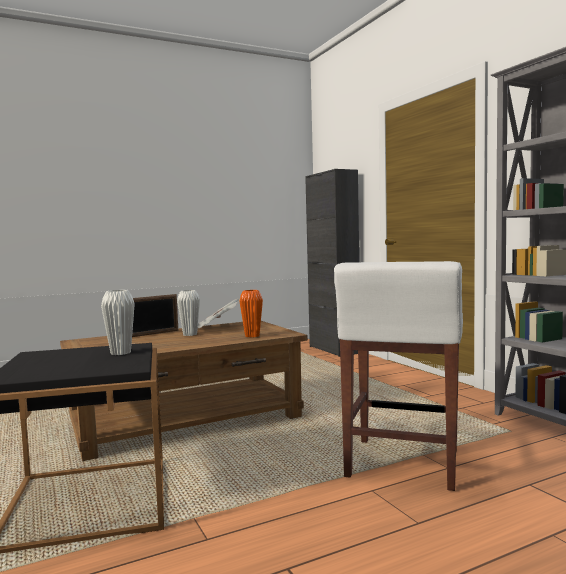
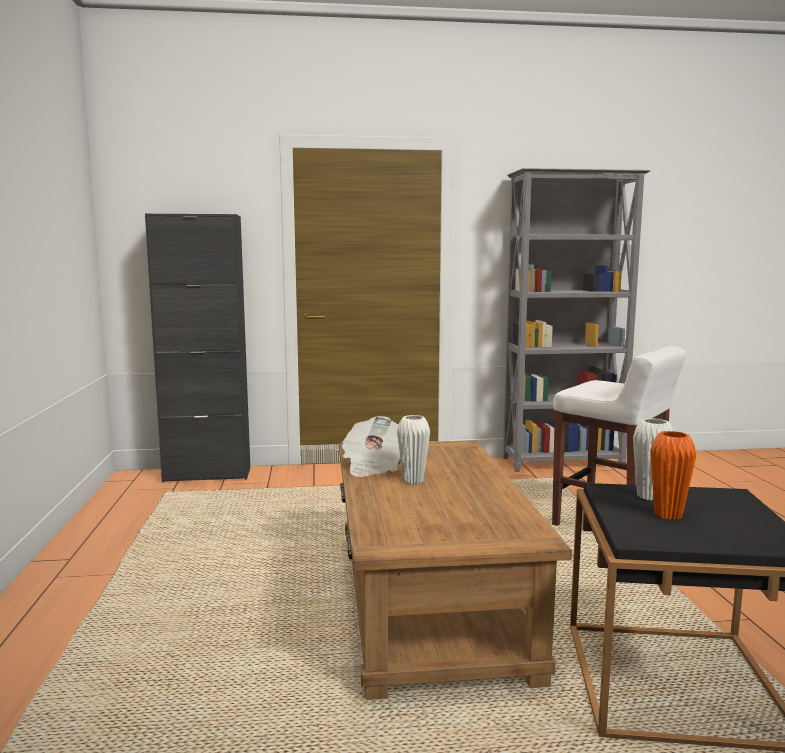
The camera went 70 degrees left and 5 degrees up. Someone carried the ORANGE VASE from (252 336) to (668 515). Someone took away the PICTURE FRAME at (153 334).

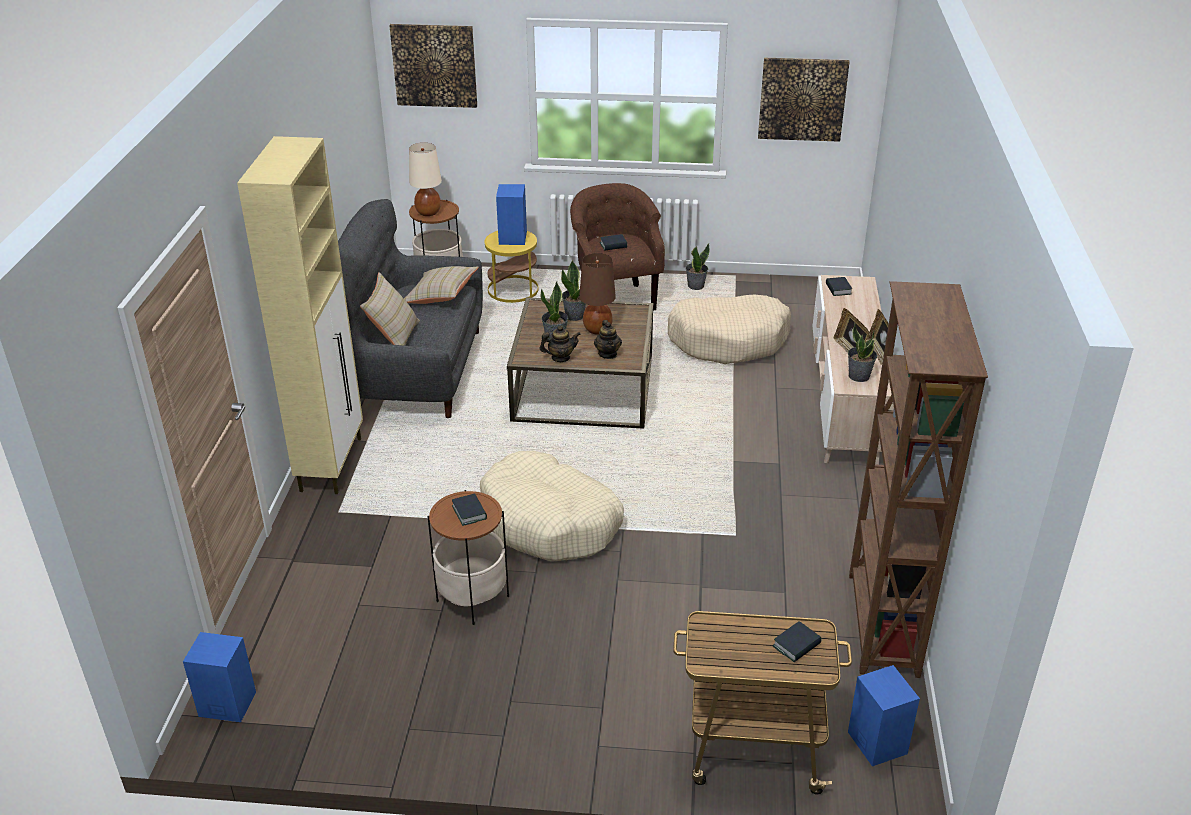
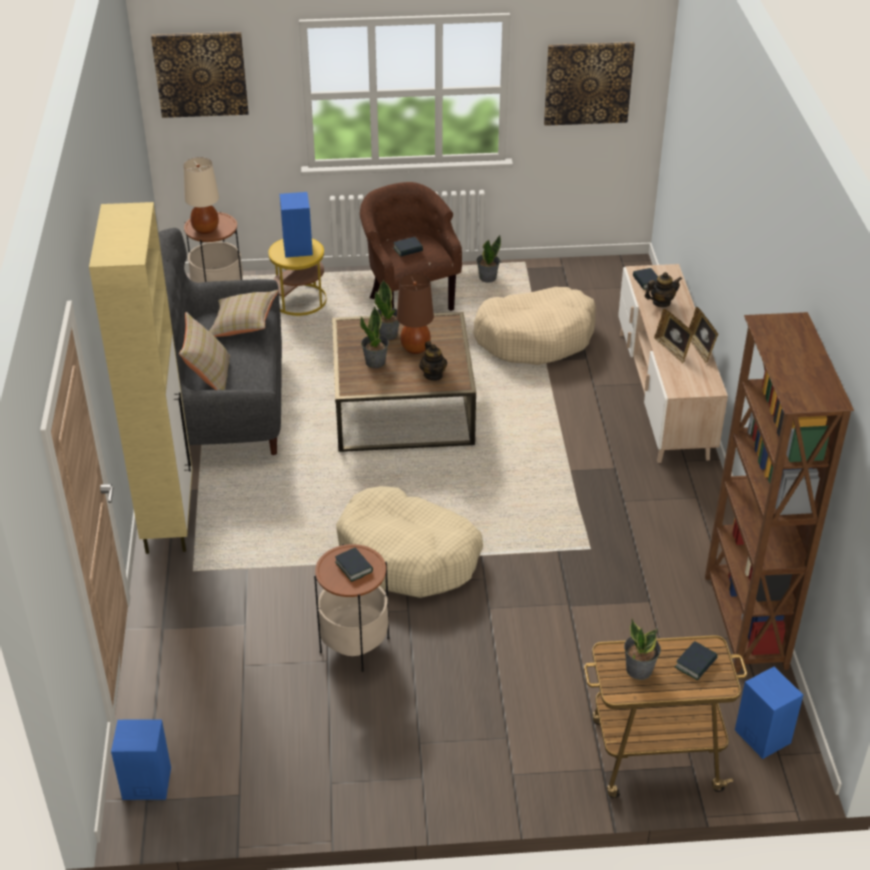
The camera went 10 degrees left and 5 degrees up. Someone carried the POTTED PLANT from (859 376) to (639 669). Someone carried the TEAPOT from (560 358) to (661 302).

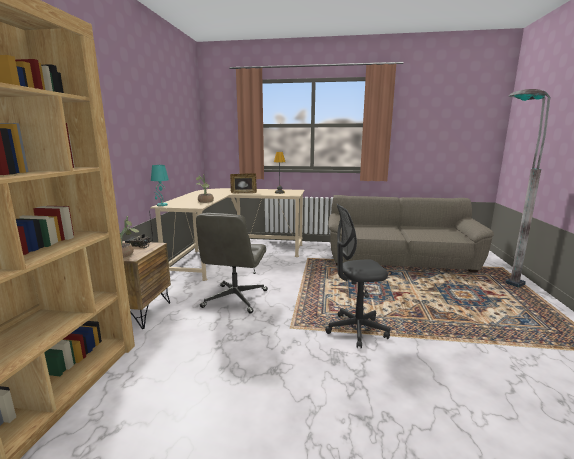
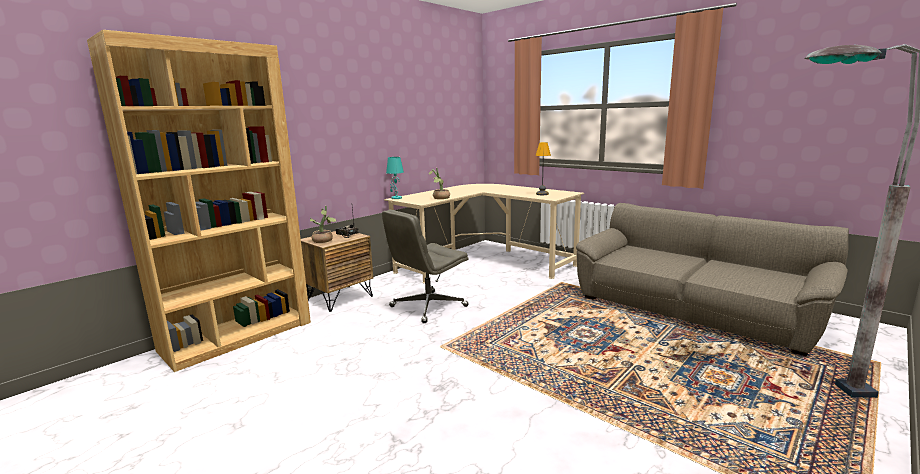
The camera went 35 degrees right and 0 degrees up. Someone took away the PICTURE FRAME at (243 193). Someone took away the GREY OFFICE CHAIR at (356 330).

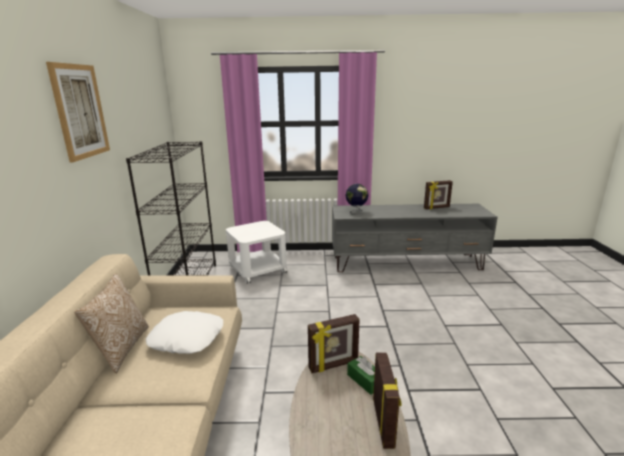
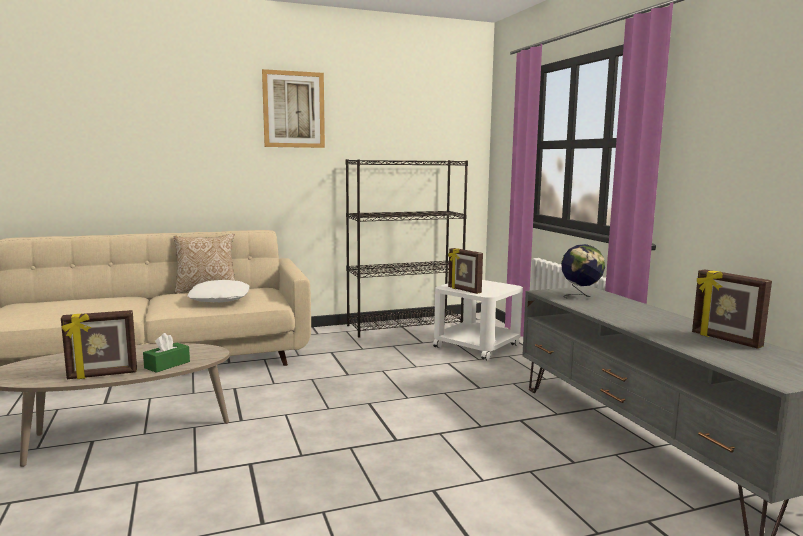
The camera went 70 degrees right and 10 degrees down. Someone carried the PICTURE FRAME from (333 365) to (464 290).

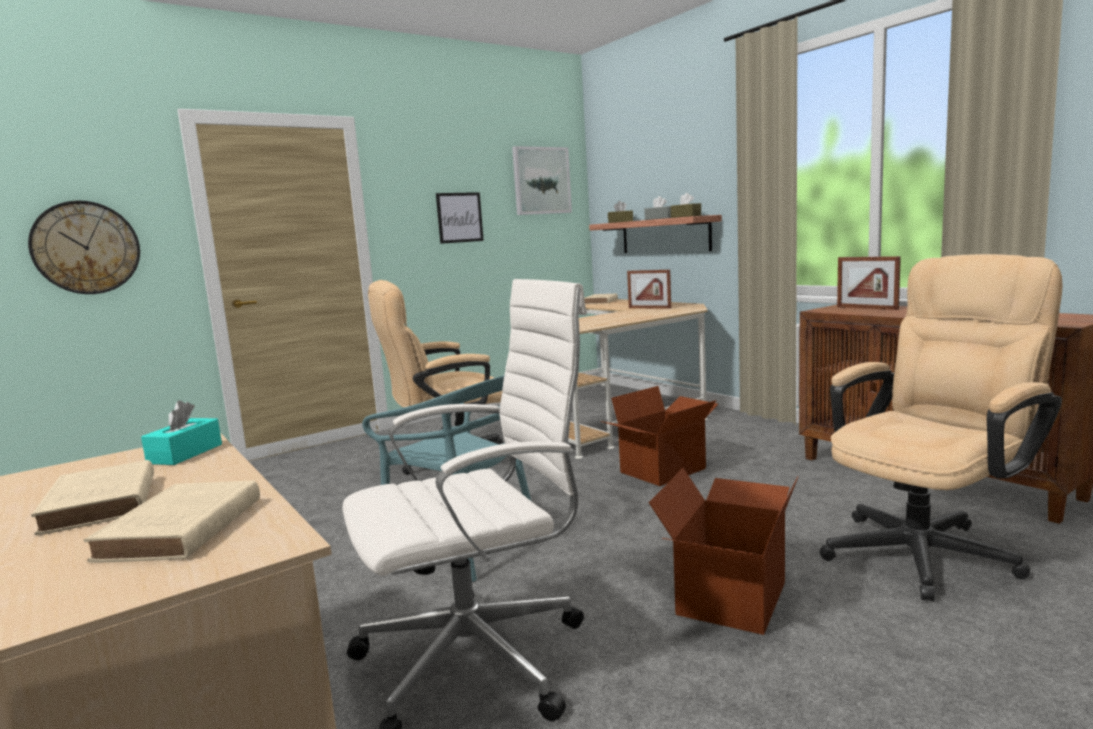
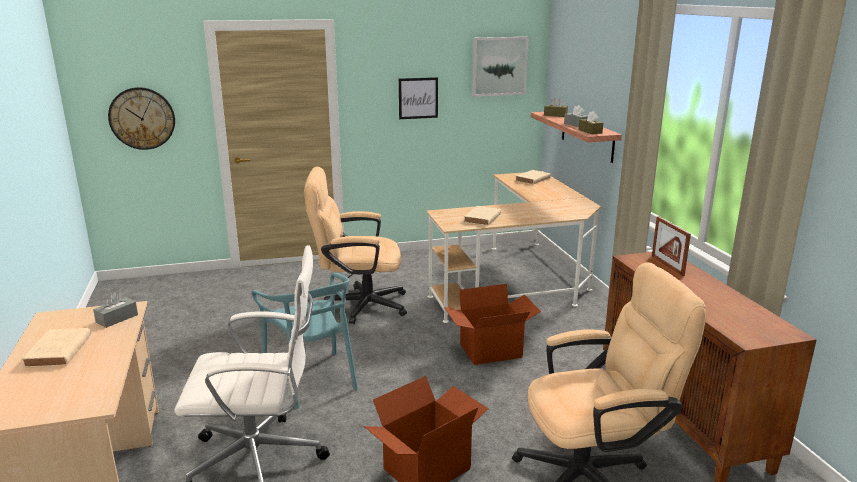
The camera went 20 degrees right and 10 degrees up. Someone repainted the TURQUOISE TISSUE BOX at (185 454), which became the GREY TISSUE BOX at (117 318). Someone carried the BEIGE BOOK from (179 531) to (482 218). Someone took away the PICTURE FRAME at (649 308).

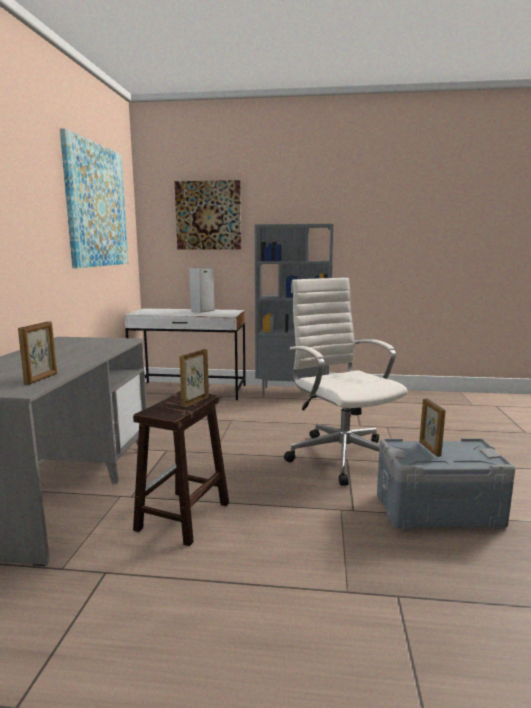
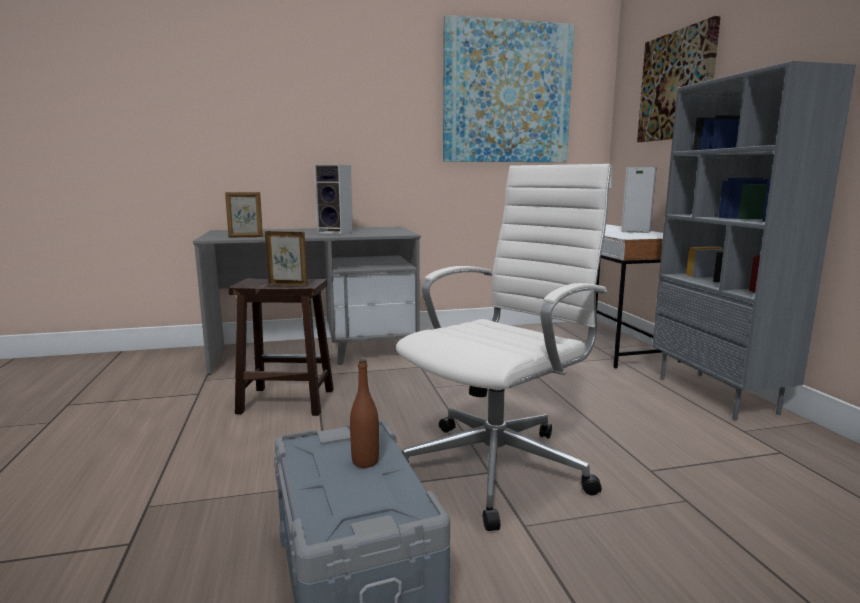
The camera went 70 degrees right and 0 degrees up. Someone put down the SPEAKER at (336 232). Someone swapped the PICTURE FRAME at (429 449) for the BROWN BOTTLE at (365 461).

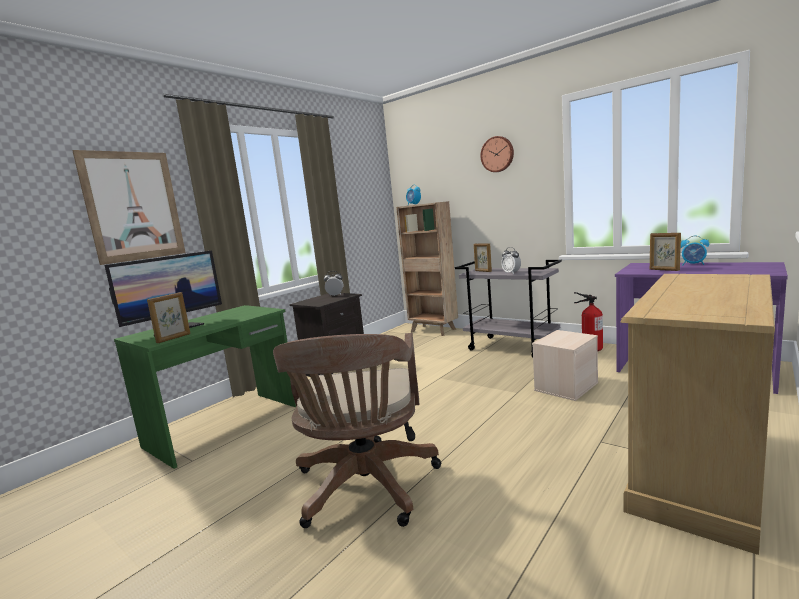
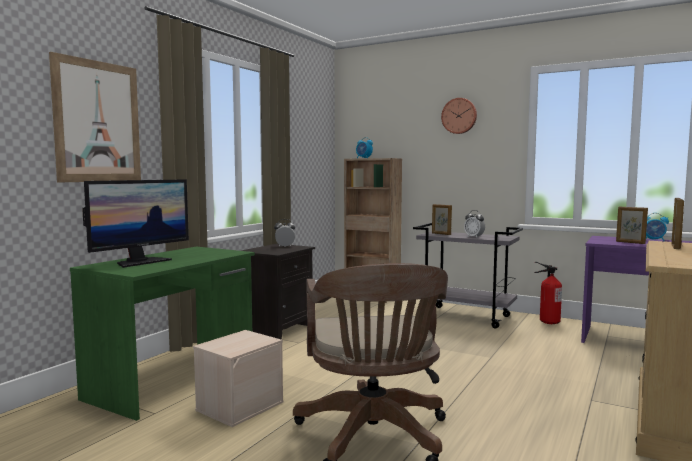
The camera went 10 degrees left and 5 degrees down. Someone carried the BEIGE STORAGE BOX from (566 386) to (240 405). Someone carried the PICTURE FRAME from (174 338) to (675 246).

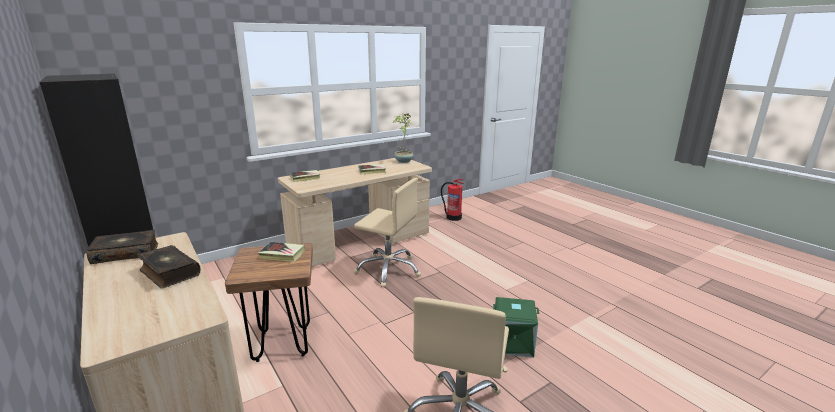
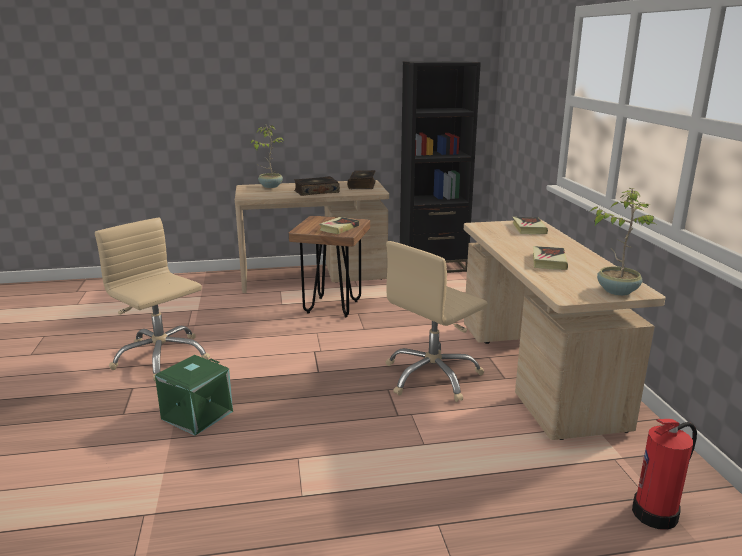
The camera went 115 degrees right and 0 degrees up. Someone put down the POTTED PLANT at (270 186).

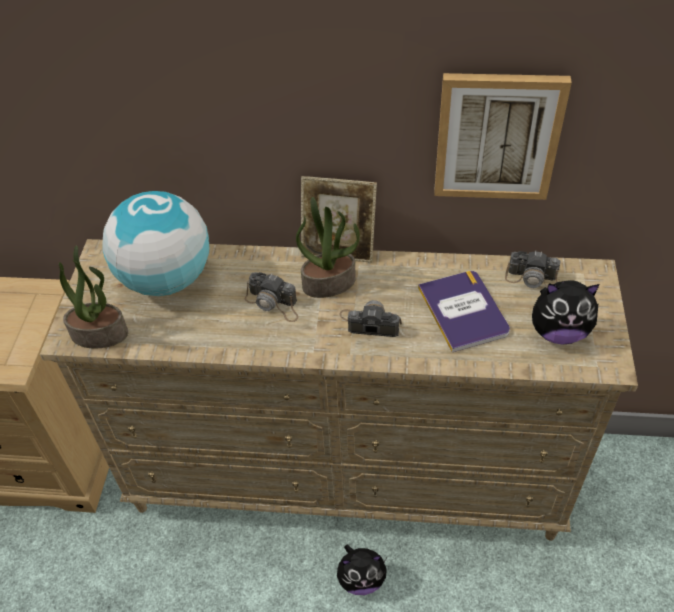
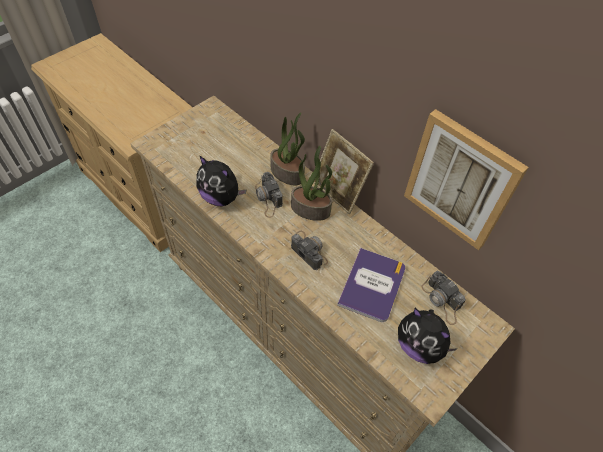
The camera went 35 degrees right and 5 degrees up. Someone carried the PLUSH TOY from (361 578) to (221 197). Someone carried the POTTED PLANT from (100 333) to (288 173). Someone took away the GLOBE at (166 279).

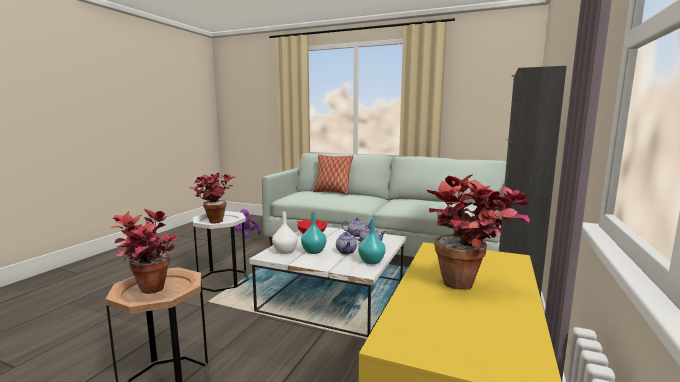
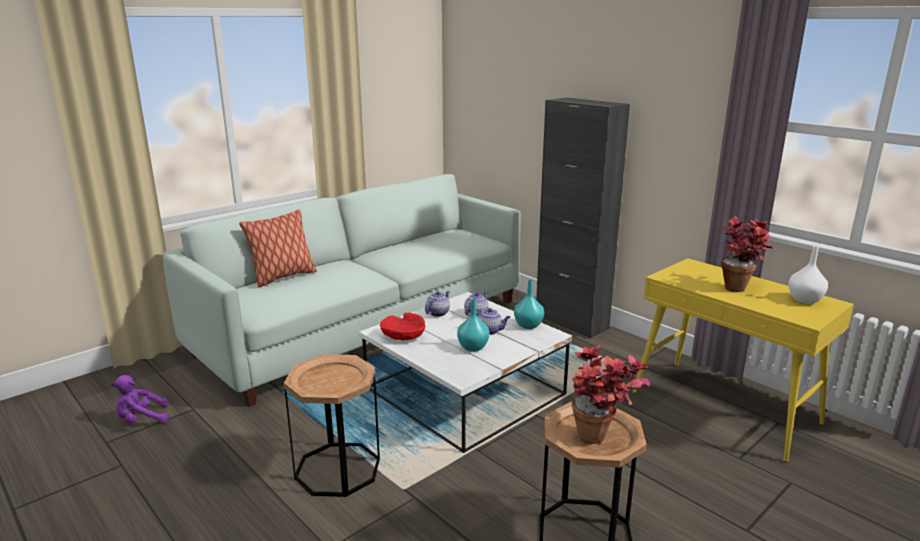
The camera went 65 degrees left and 10 degrees up. Someone repainted the WHITE SIDE TABLE at (223 280), which became the BROWN SIDE TABLE at (338 469). Someone carried the WHITE VASE from (285 251) to (804 300). Someone took away the POTTED PLANT at (213 220).

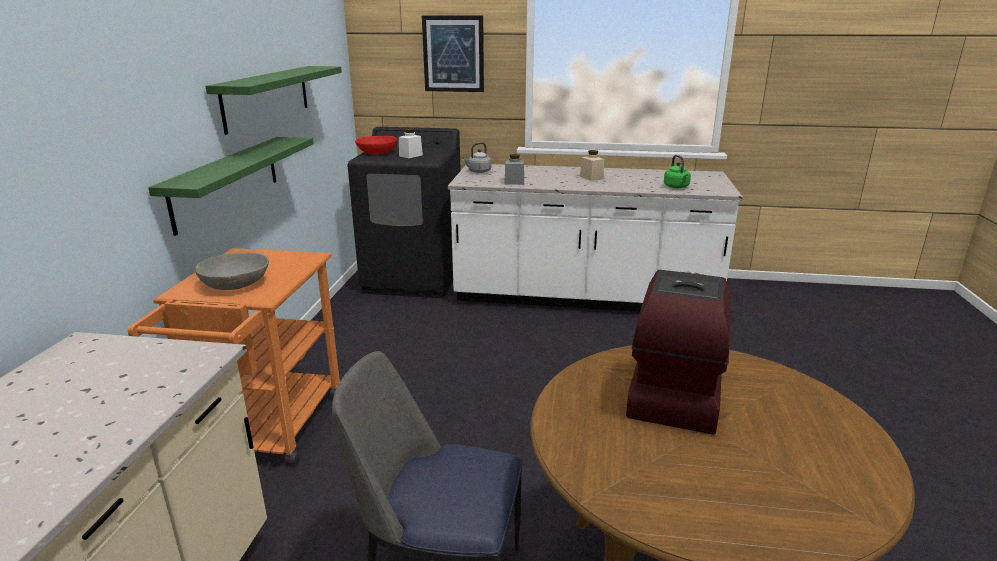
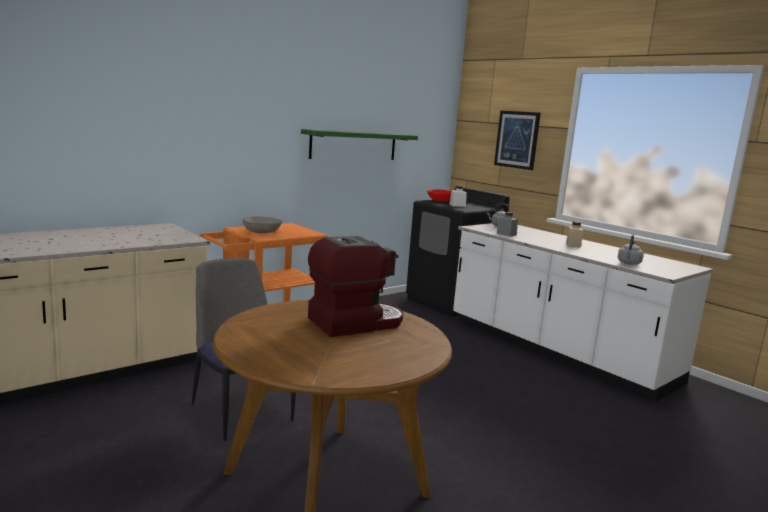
The camera went 40 degrees right and 10 degrees down. Someone repainted the GREEN KETTLE at (677 187), which became the GREY KETTLE at (629 263). Someone took away the GREEN SHELF at (227 181).

